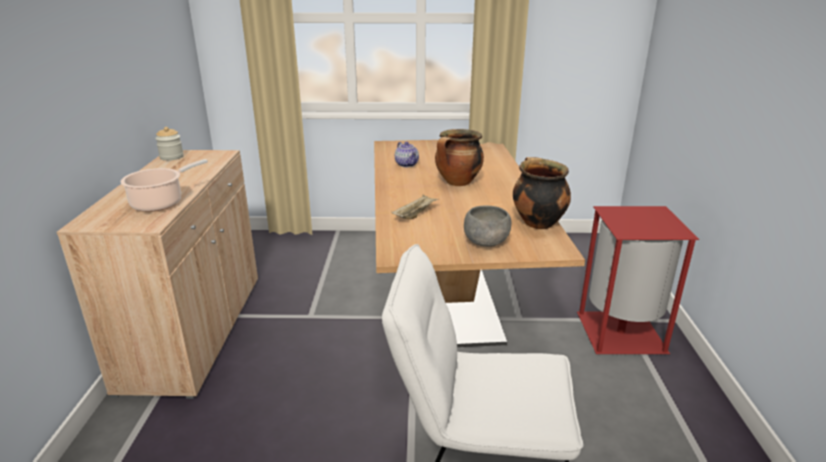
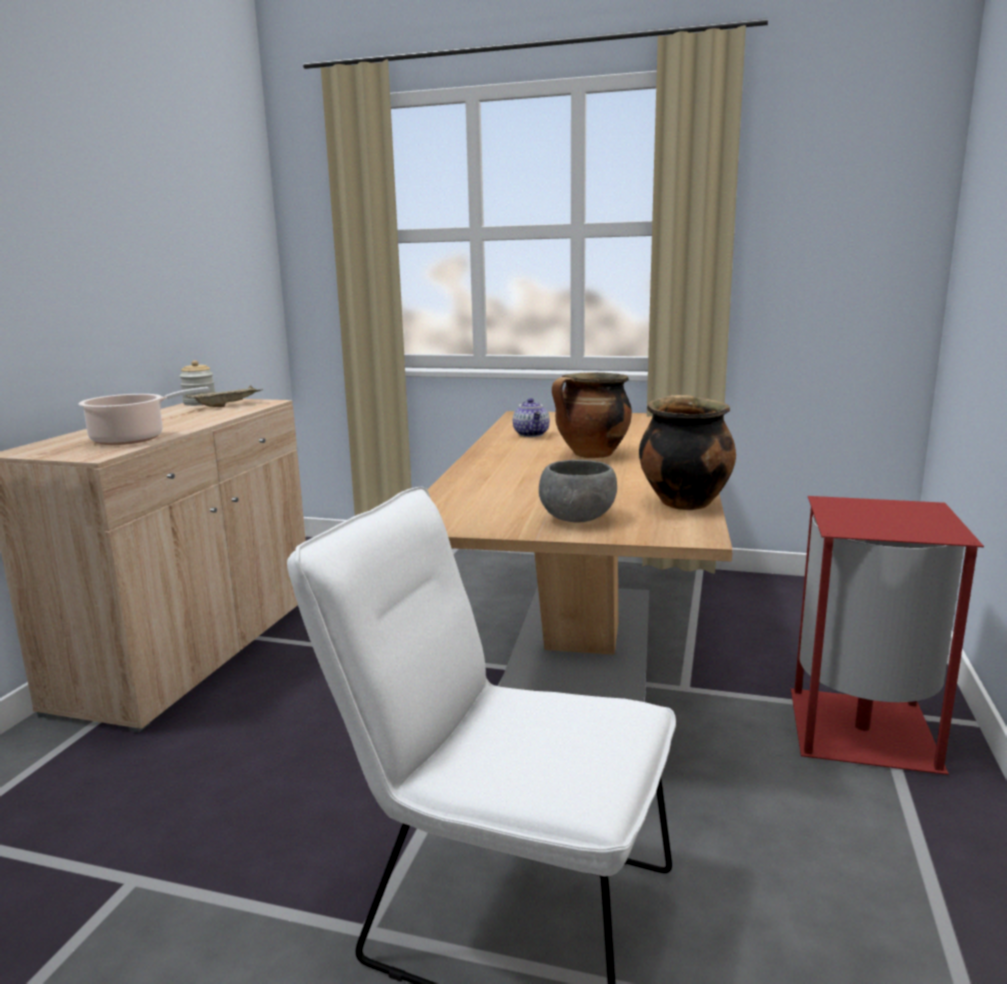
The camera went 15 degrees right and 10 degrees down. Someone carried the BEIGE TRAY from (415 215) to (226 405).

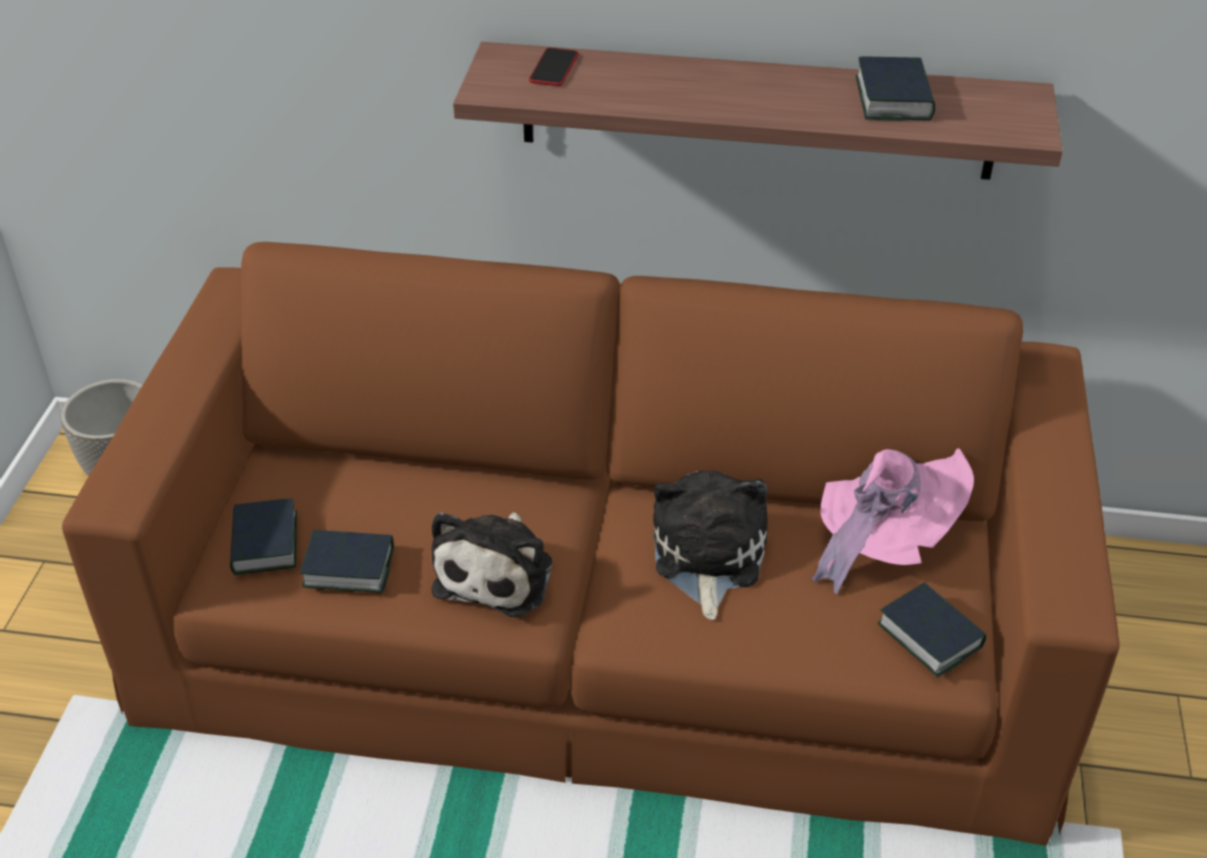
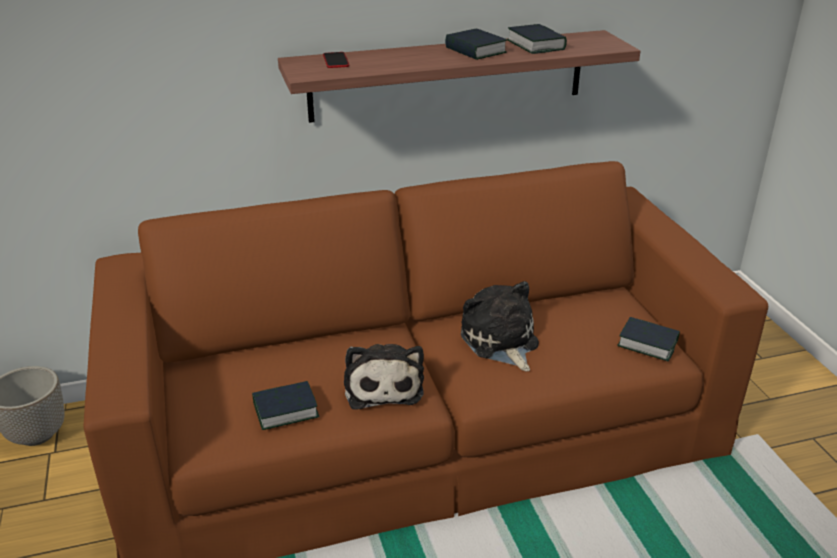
The camera went 25 degrees left and 10 degrees down. Someone carried the BOOK from (264 543) to (475 50). Someone took away the PINK HAT at (880 534).

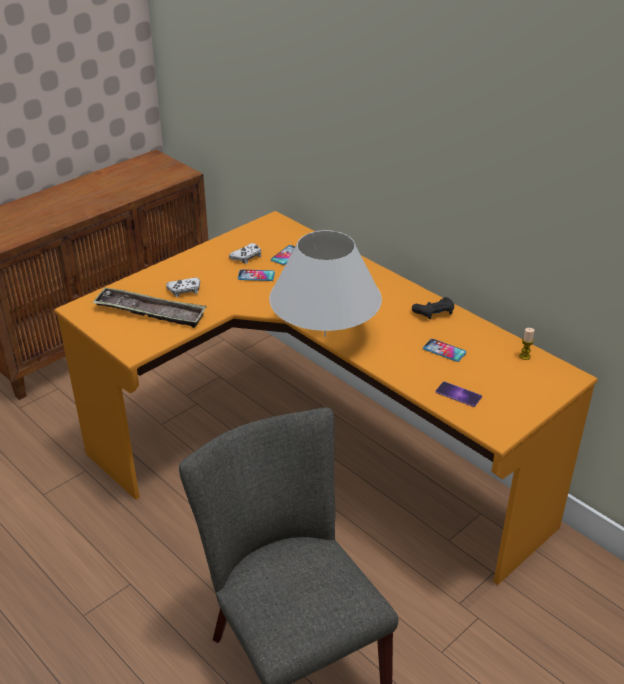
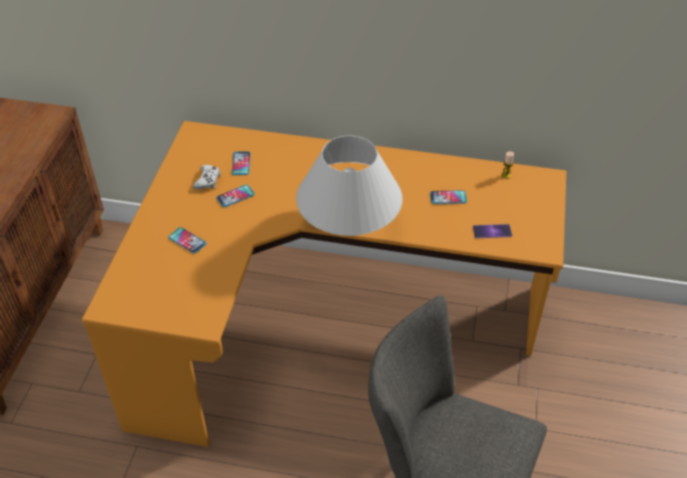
The camera went 35 degrees left and 10 degrees up. Someone swapped the WHITE GAME CONTROLLER at (184 290) for the PHONE at (187 241). Someone took away the TRAY at (150 312). Someone took away the BLACK GAME CONTROLLER at (434 313).

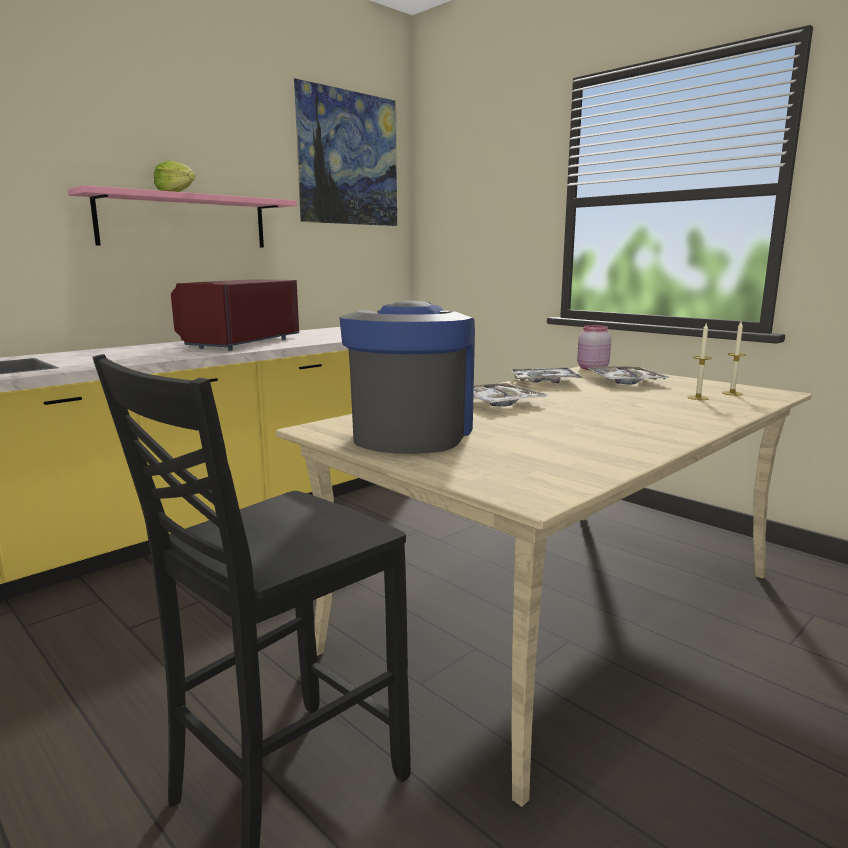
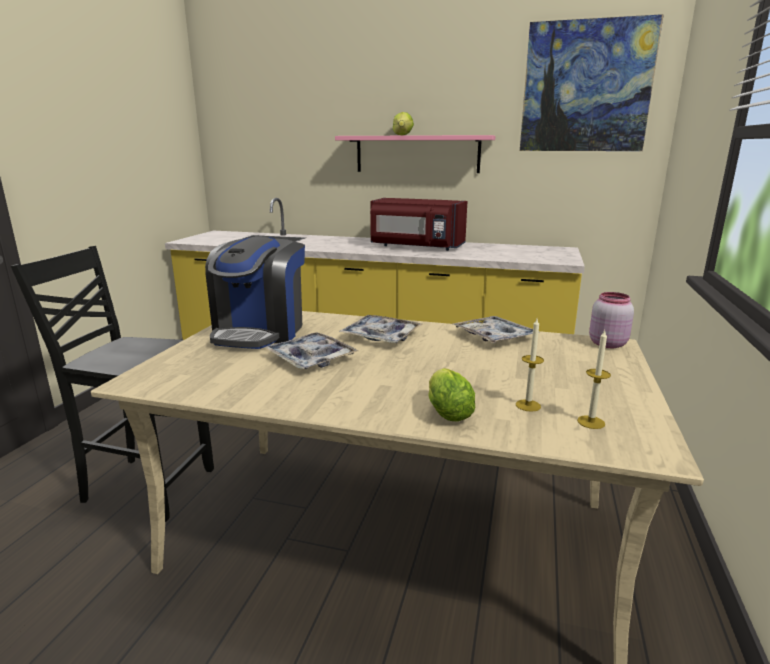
The camera went 60 degrees right and 5 degrees up. Someone rotated the COFFEE MACHINE at (412 433) by 120 degrees clockwise. Someone carried the TRAY from (625 382) to (311 358). Someone rotated the RED MICROWAVE at (238 343) by 150 degrees counterclockwise. Someone put down the LETTUCE at (446 411).

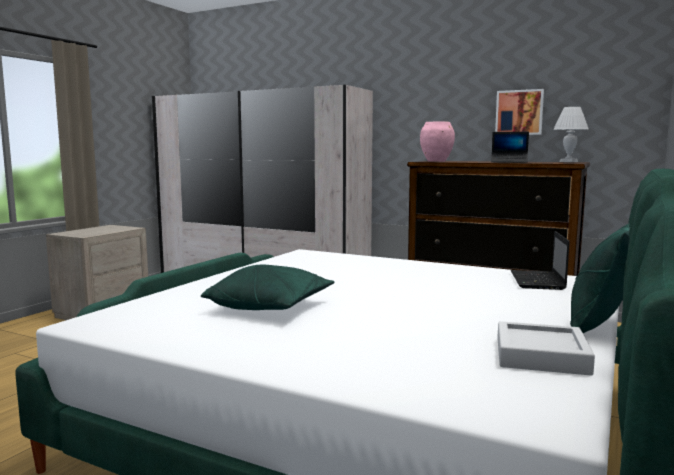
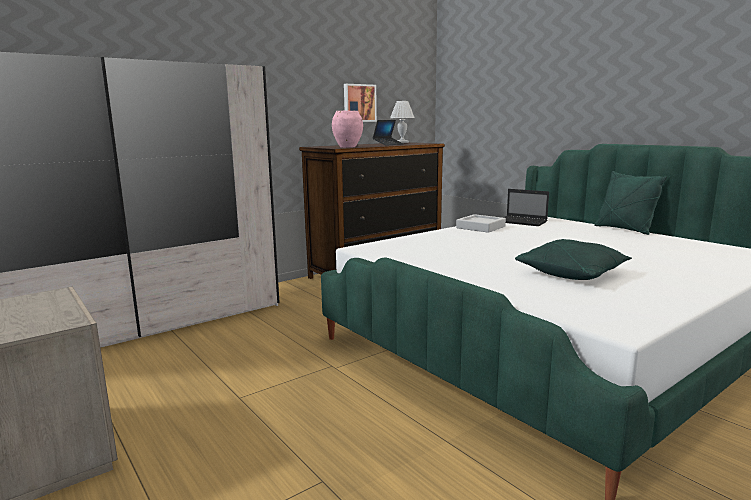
The camera went 65 degrees left and 5 degrees up. Someone carried the GREY TRAY from (541 356) to (480 227).

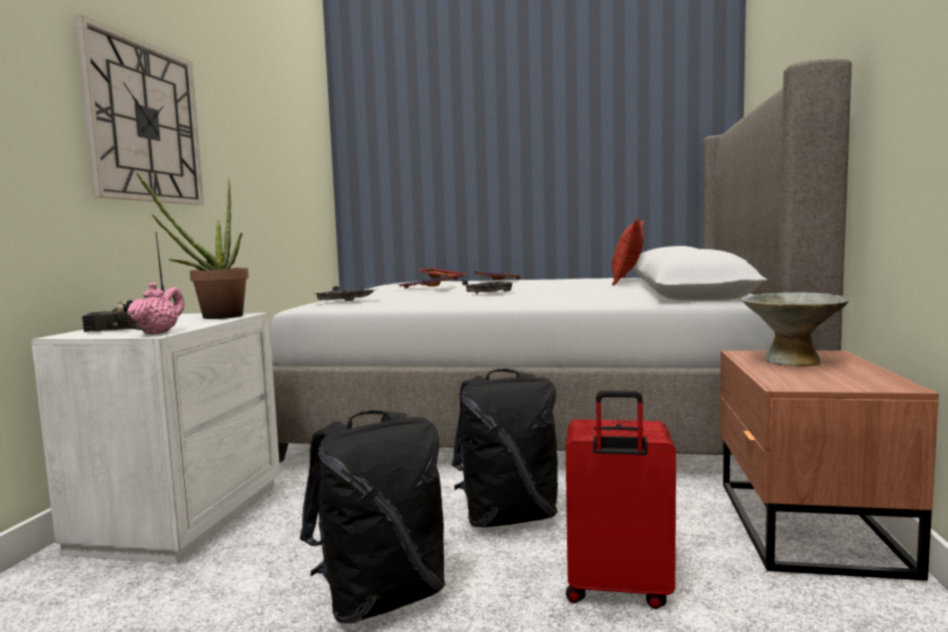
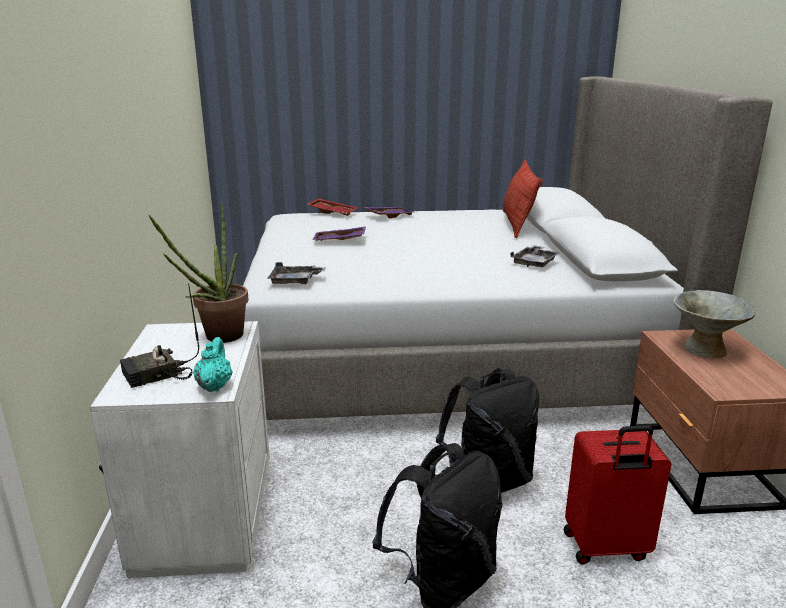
The camera went 15 degrees left and 15 degrees up. Someone repainted the PINK TEAPOT at (159 333), which became the TURQUOISE TEAPOT at (214 386). Someone carried the GREY TRAY from (491 293) to (535 263). Someone took away the WALL CLOCK at (144 123).

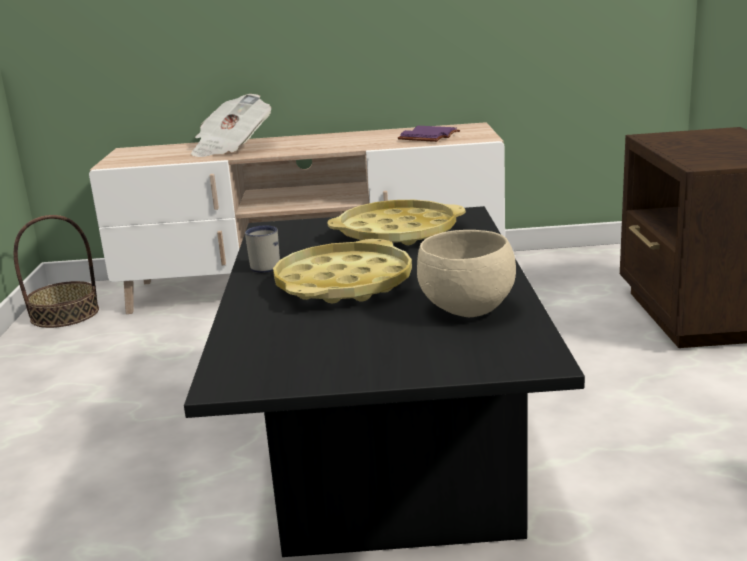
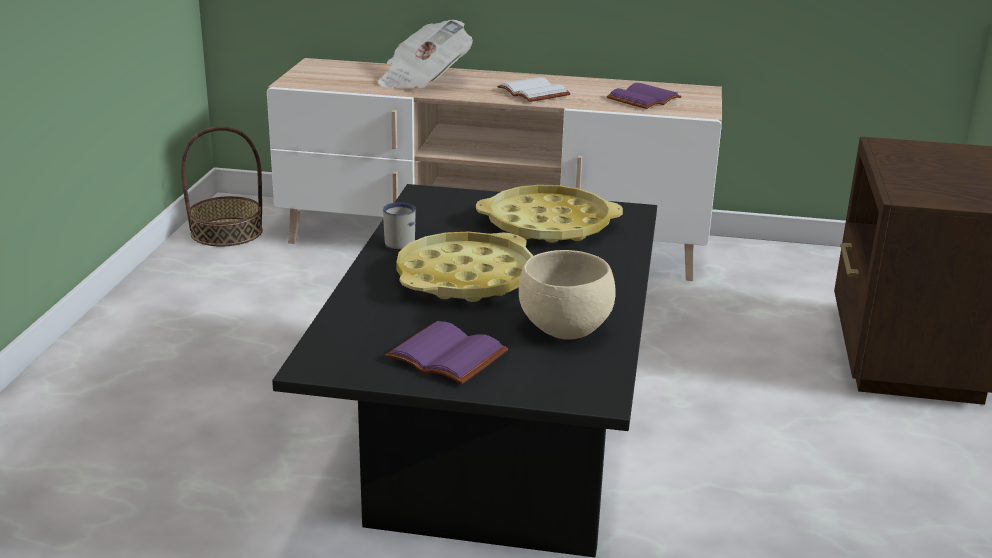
The camera went 10 degrees right and 5 degrees up. Someone put down the PURPLE BOOK at (450 355). Someone put down the WHITE BOOK at (535 92).

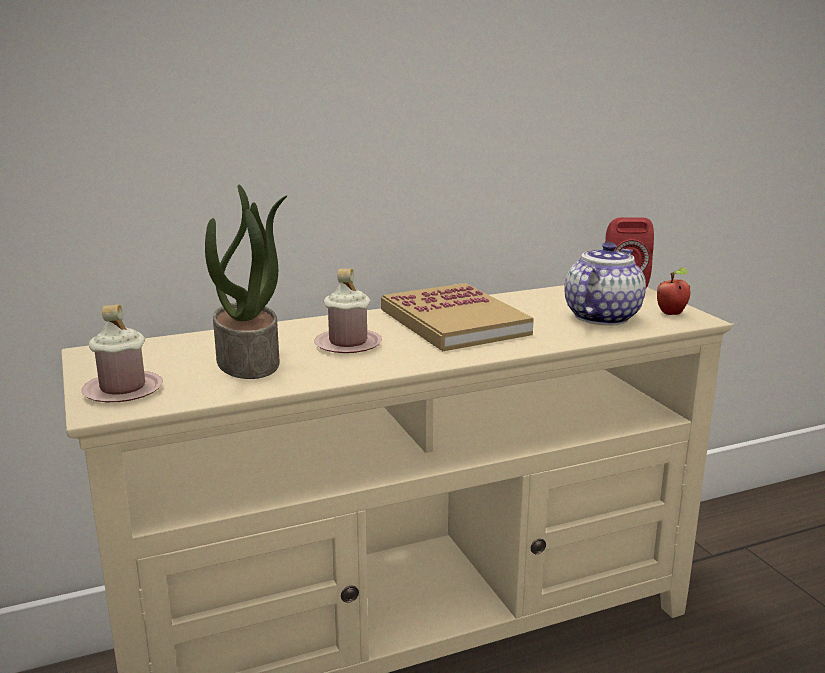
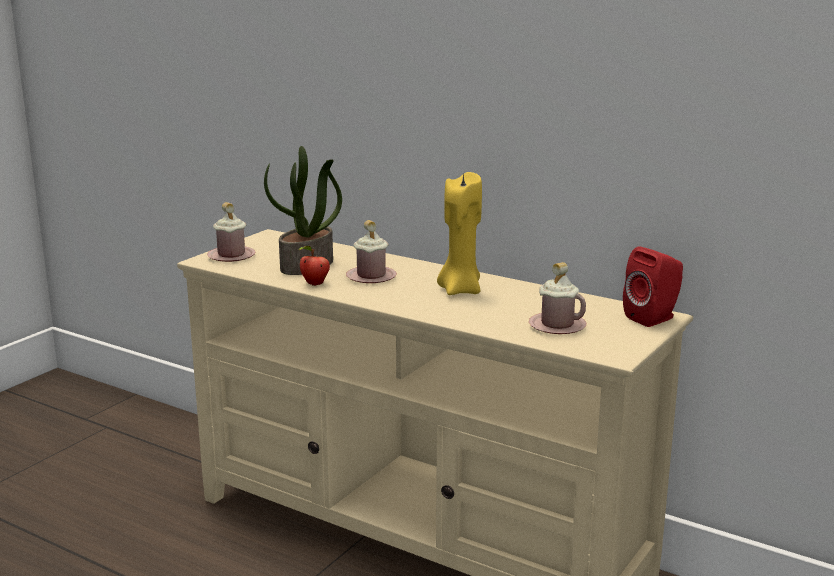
The camera went 55 degrees right and 0 degrees up. Someone carried the APPLE from (672 313) to (314 284). Someone swapped the BOOK at (453 322) for the YELLOW CANDLE at (460 290). Someone swapped the TEAPOT at (602 316) for the PINK MUG at (557 326).

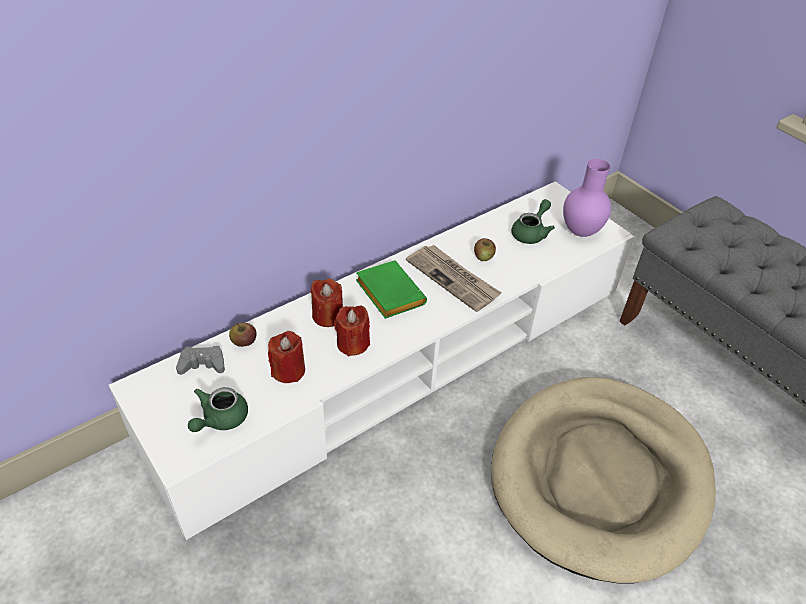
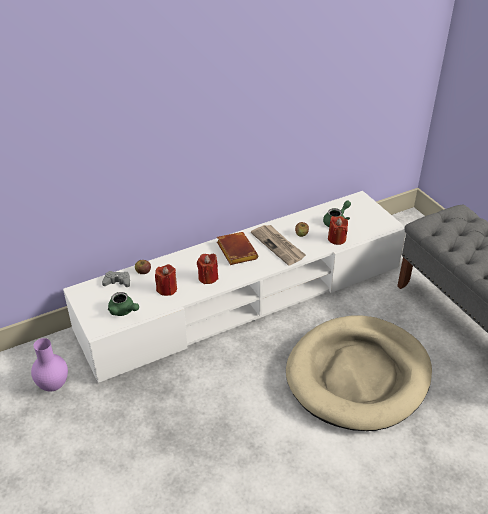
The camera went 10 degrees right and 5 degrees down. Someone carried the PURPLE VASE from (581 232) to (54 386). Someone rotated the GREEN TEAPOT at (220 419) by 90 degrees counterclockwise. Someone repainted the GREEN BOOK at (387 293), which became the BROWN BOOK at (235 251). Someone carried the RED CANDLE from (327 316) to (336 239).

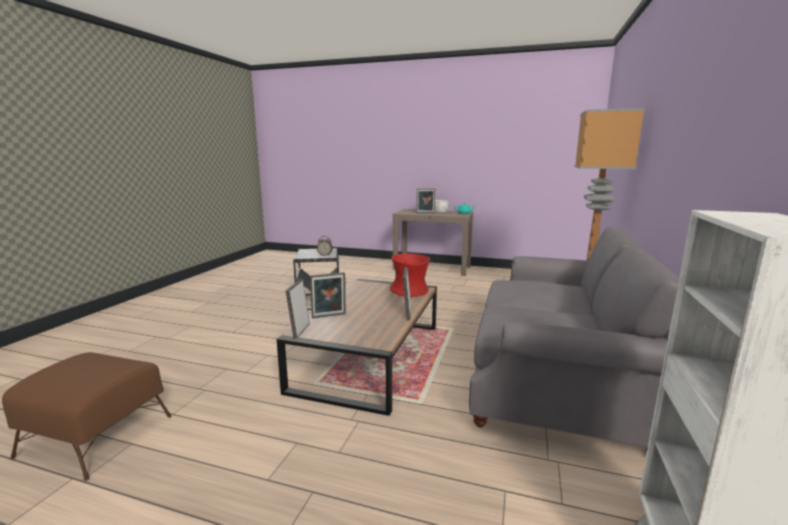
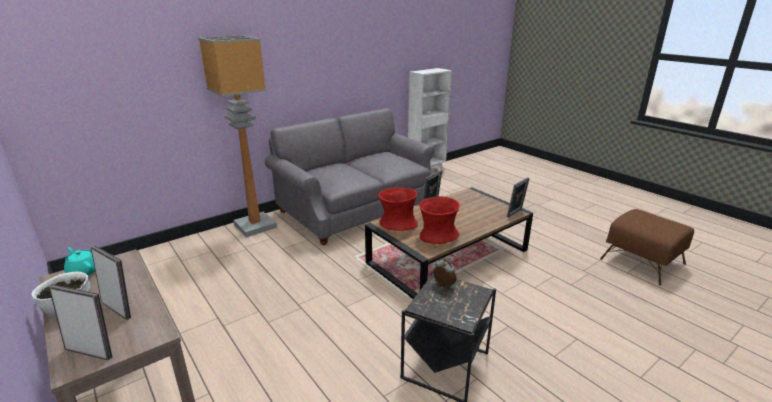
The camera went 145 degrees left and 10 degrees up. Someone carried the PICTURE FRAME from (329 316) to (91 351). Someone put down the RED VASE at (437 236).

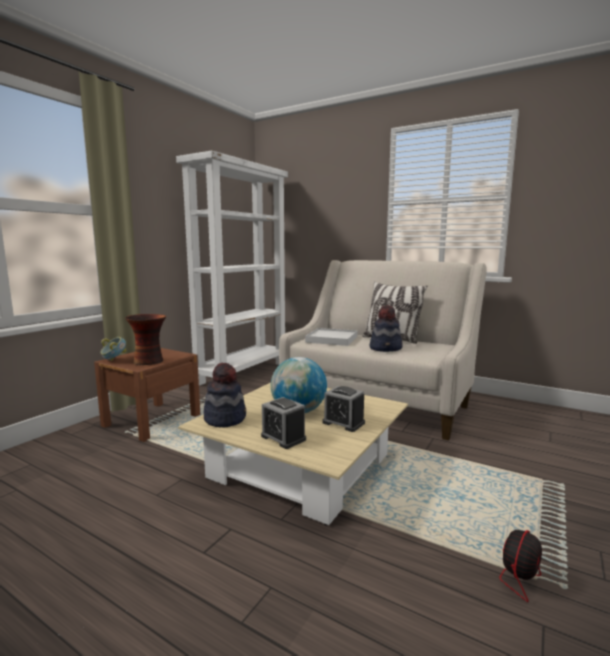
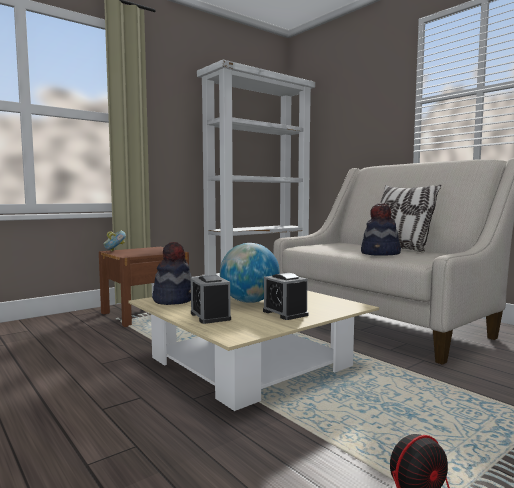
The camera went 20 degrees right and 5 degrees down. Someone took away the VASE at (149 361). Someone took away the WHITE TRAY at (331 339).

